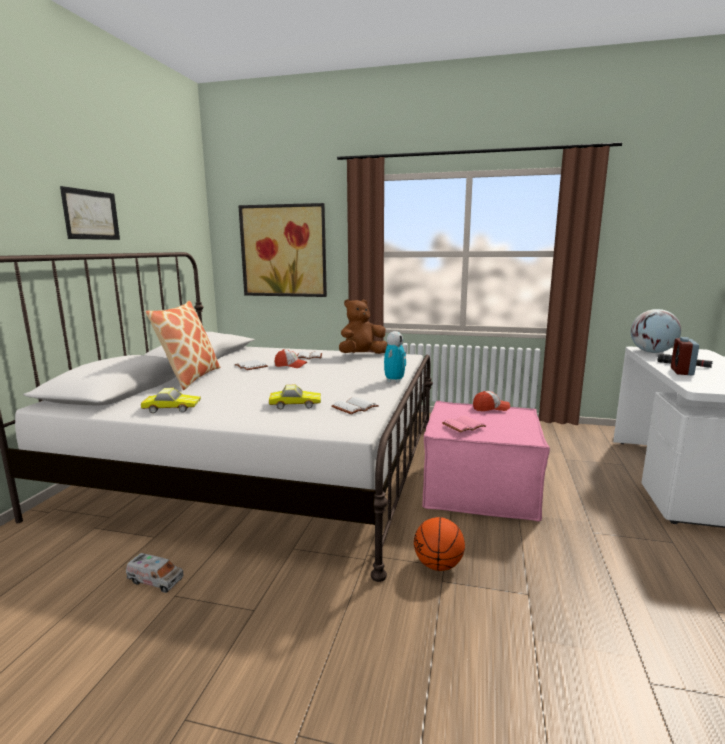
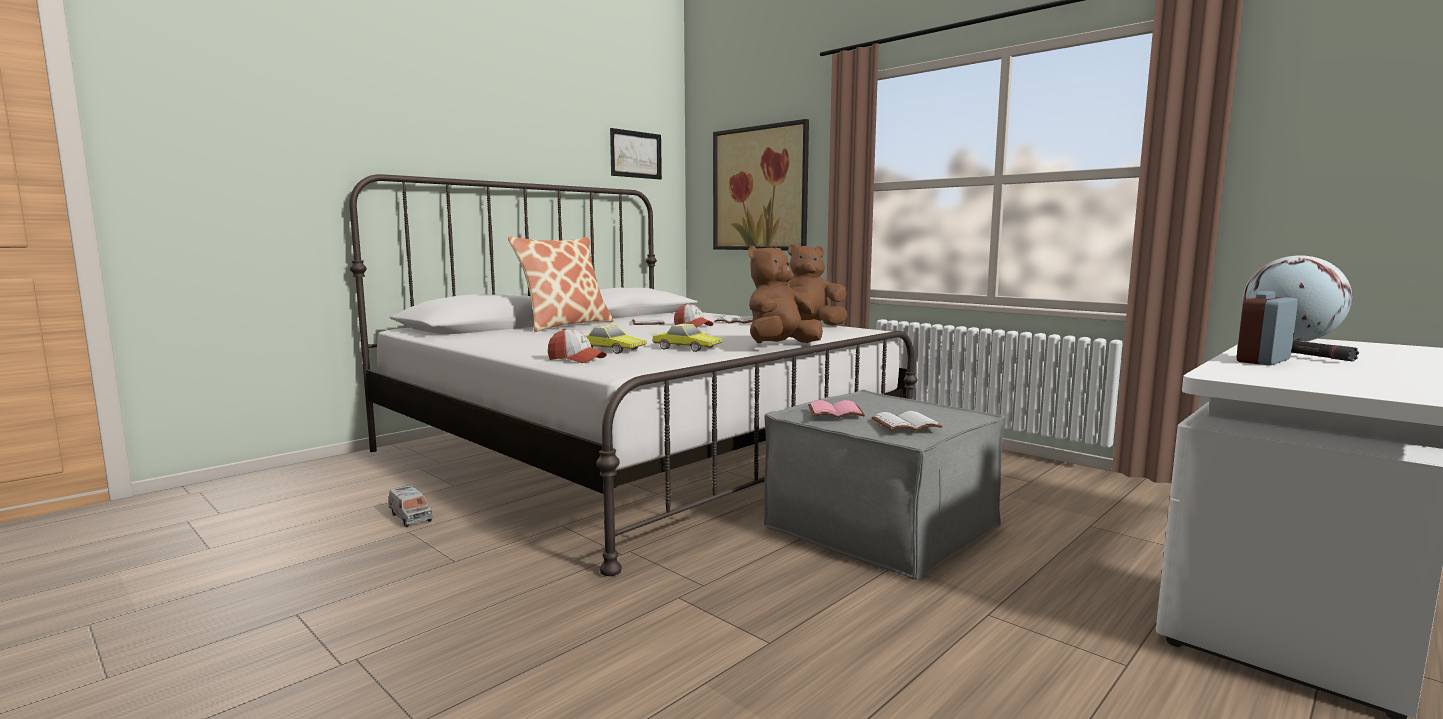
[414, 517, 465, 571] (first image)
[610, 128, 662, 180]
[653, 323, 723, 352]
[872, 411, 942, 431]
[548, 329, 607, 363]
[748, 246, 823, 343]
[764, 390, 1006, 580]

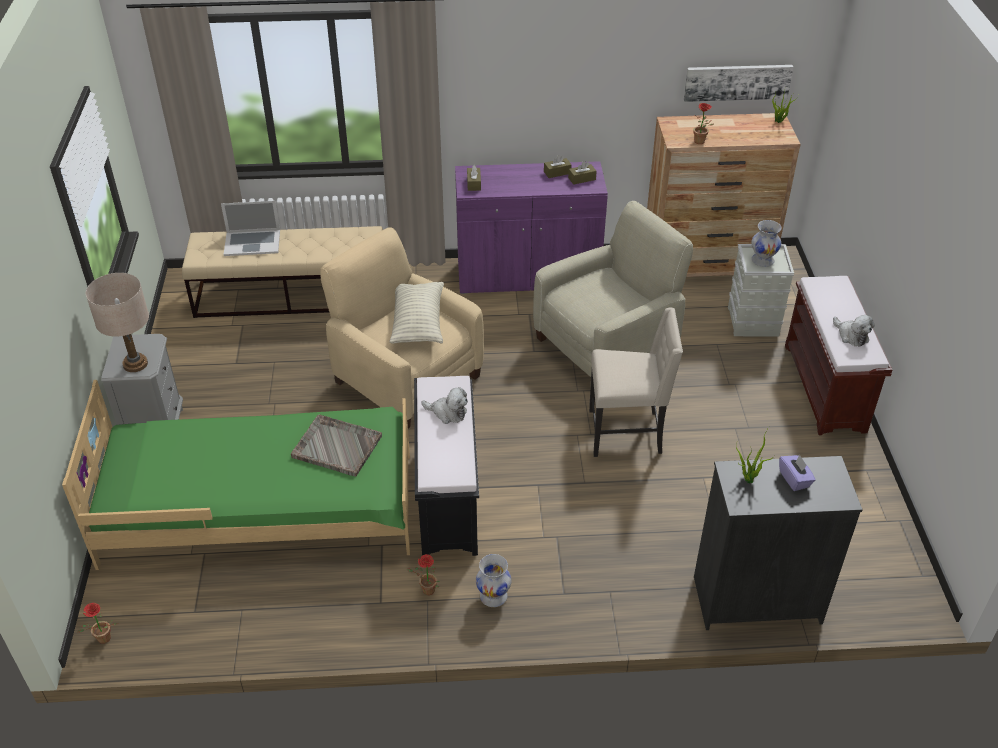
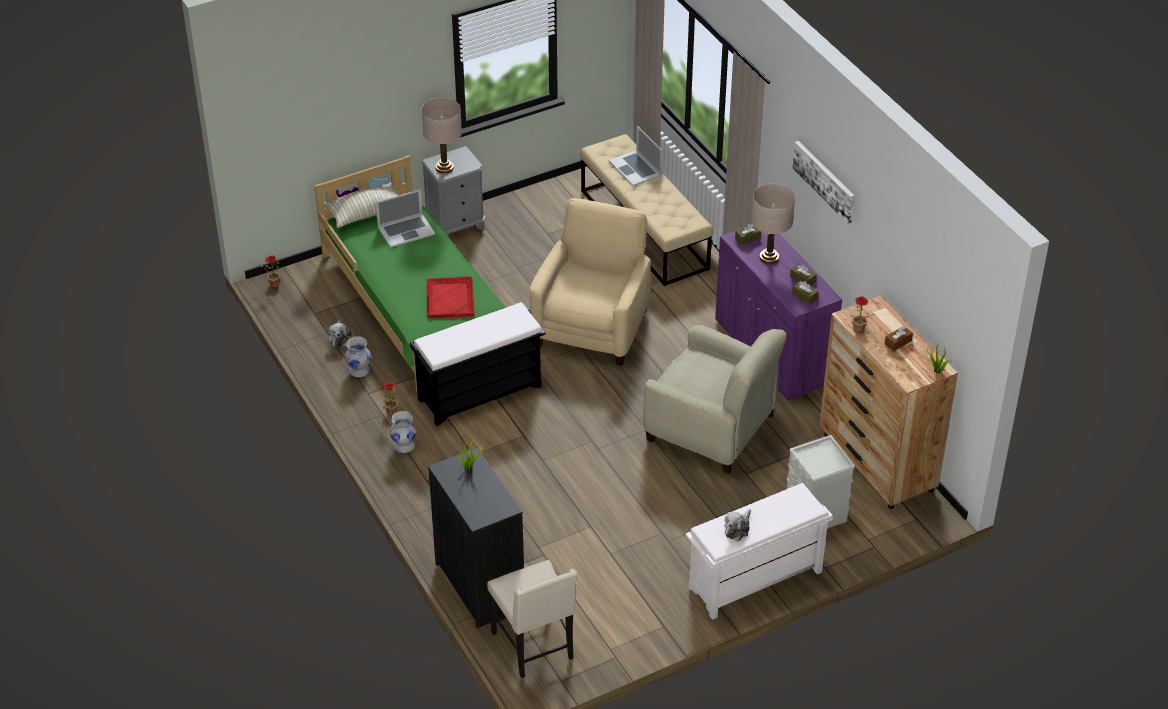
[779, 455, 816, 491] (first image)
[376, 189, 435, 248]
[751, 184, 795, 264]
[885, 326, 913, 351]
[324, 182, 398, 228]
[328, 320, 352, 347]
[487, 560, 577, 678]
[792, 141, 855, 224]
[345, 336, 371, 377]
[426, 276, 474, 318]
[686, 483, 833, 620]

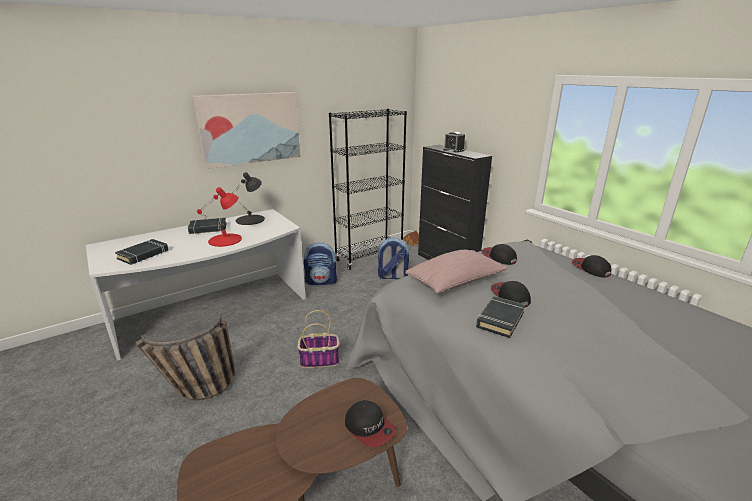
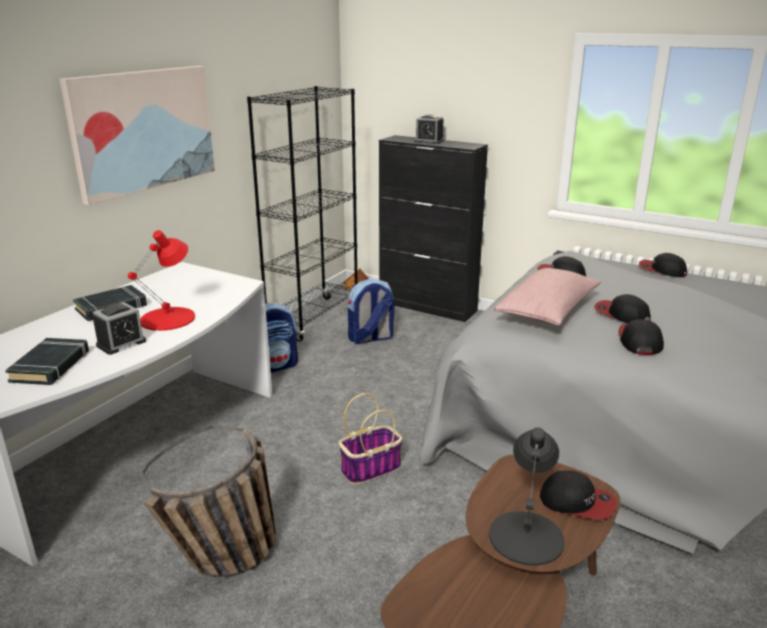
[92, 302, 146, 355]
[489, 427, 565, 565]
[619, 319, 664, 355]

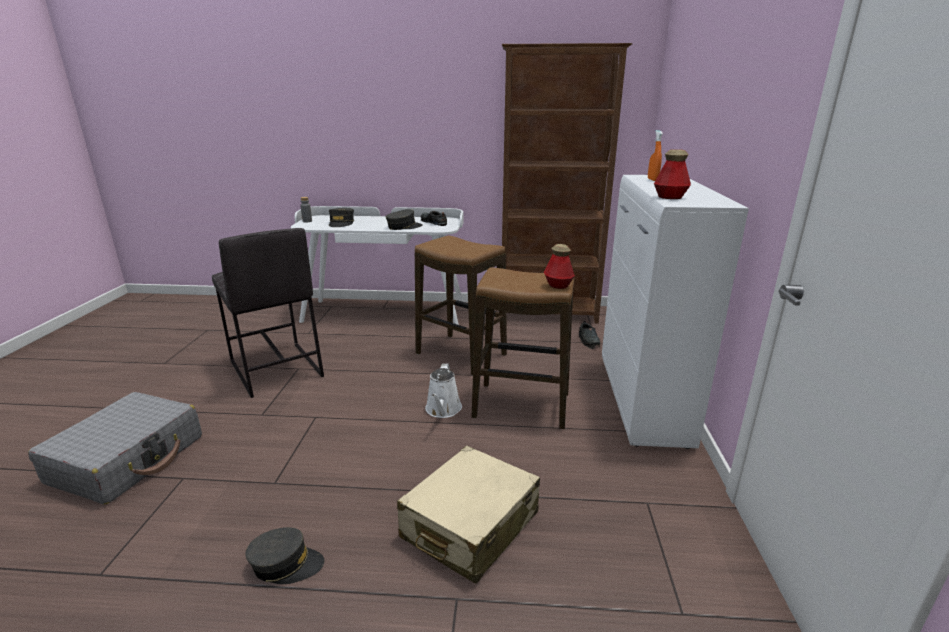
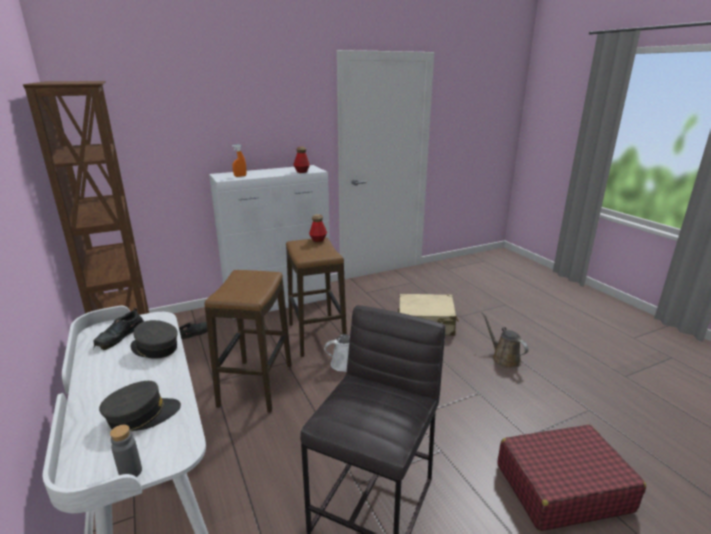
[482, 312, 529, 368]
[497, 424, 646, 531]

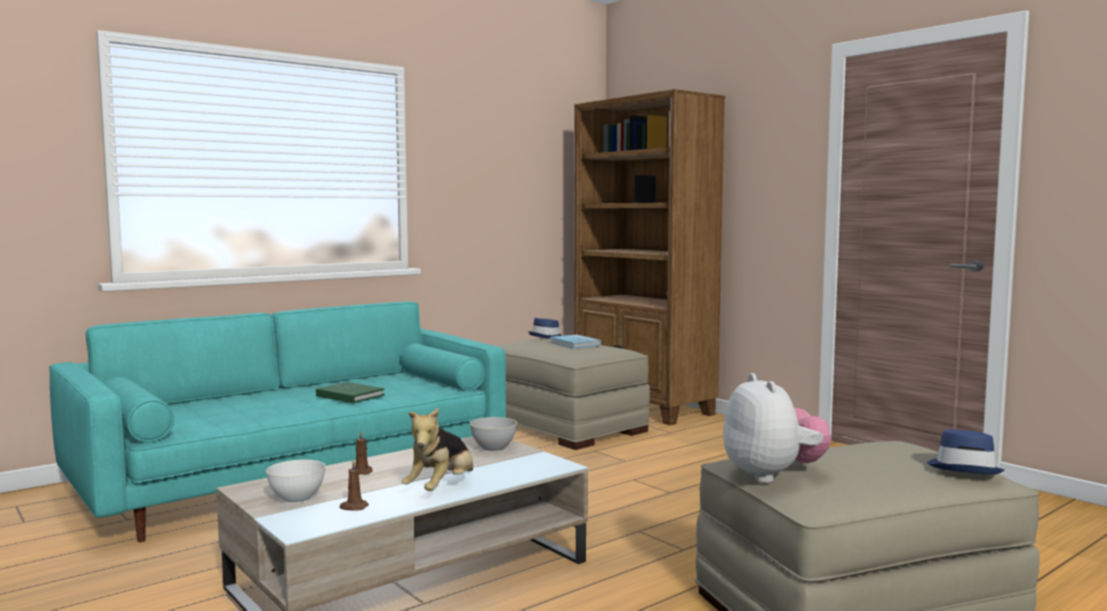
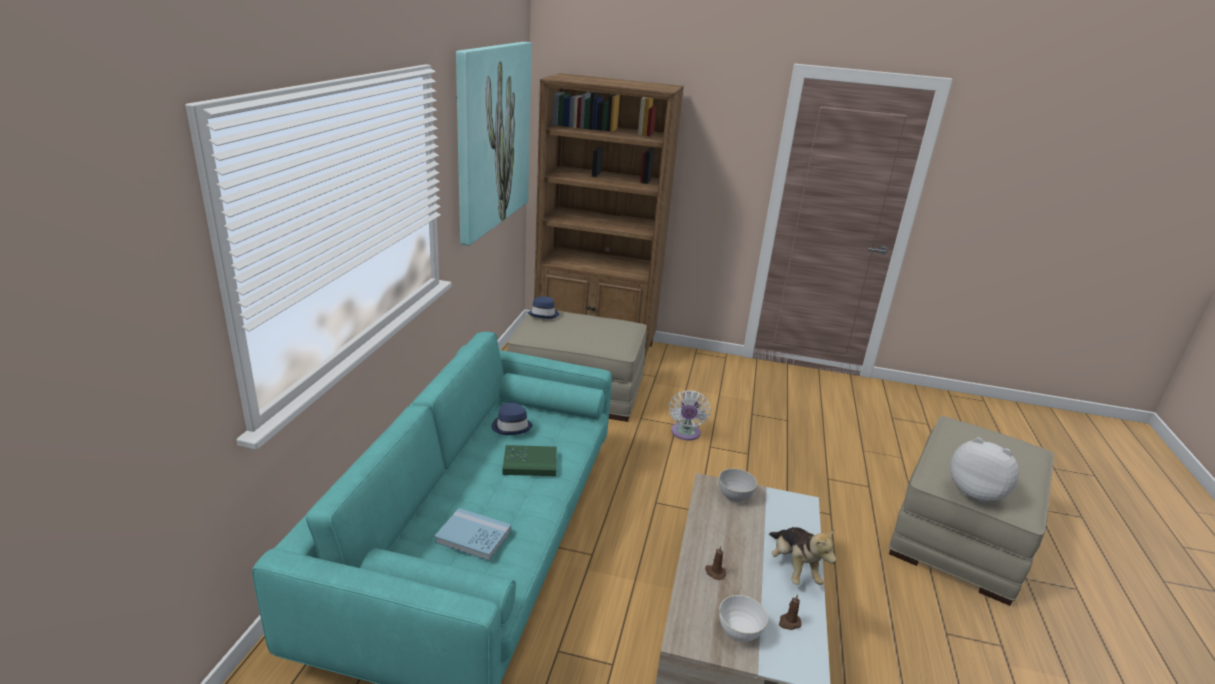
[456, 42, 532, 246]
[669, 390, 711, 440]
[434, 508, 511, 561]
[491, 403, 533, 435]

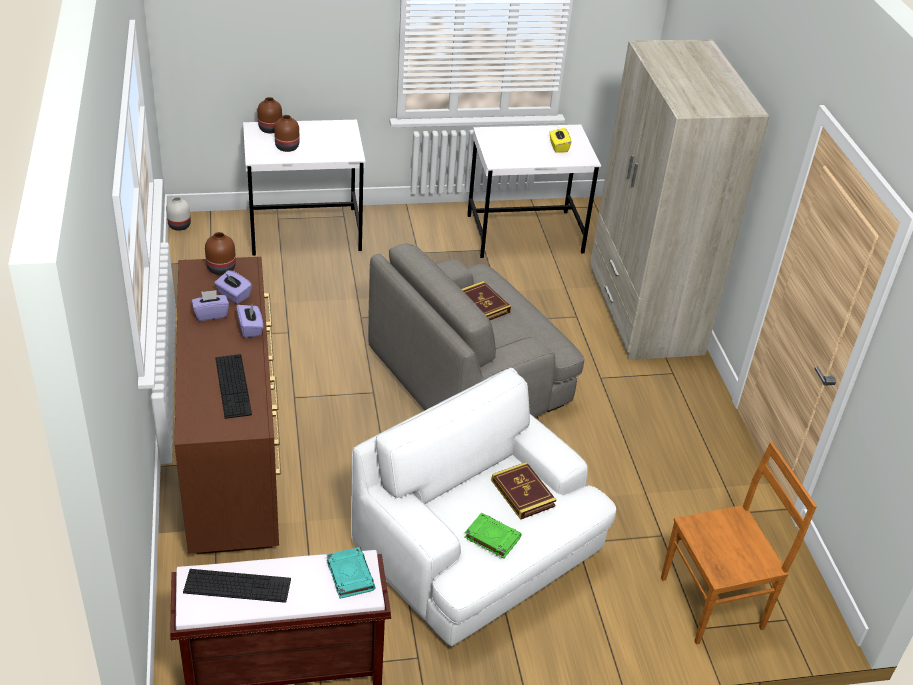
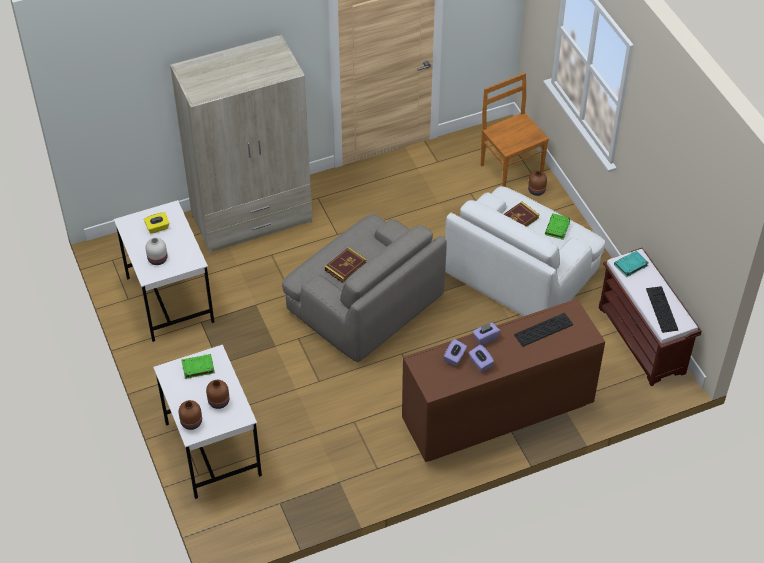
[182, 354, 215, 379]
[146, 238, 168, 265]
[528, 171, 547, 196]

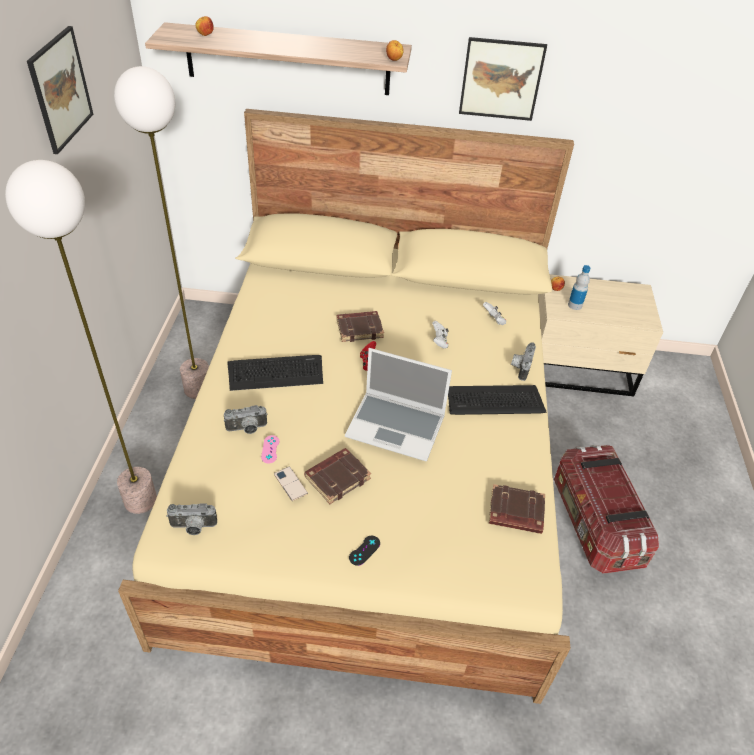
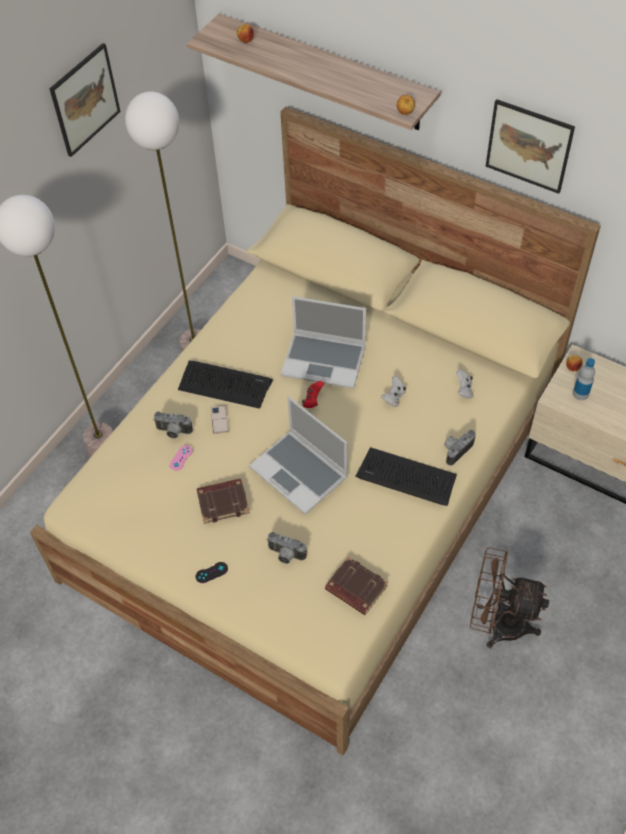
[267, 532, 307, 564]
[211, 405, 228, 434]
[281, 296, 366, 389]
[470, 547, 549, 648]

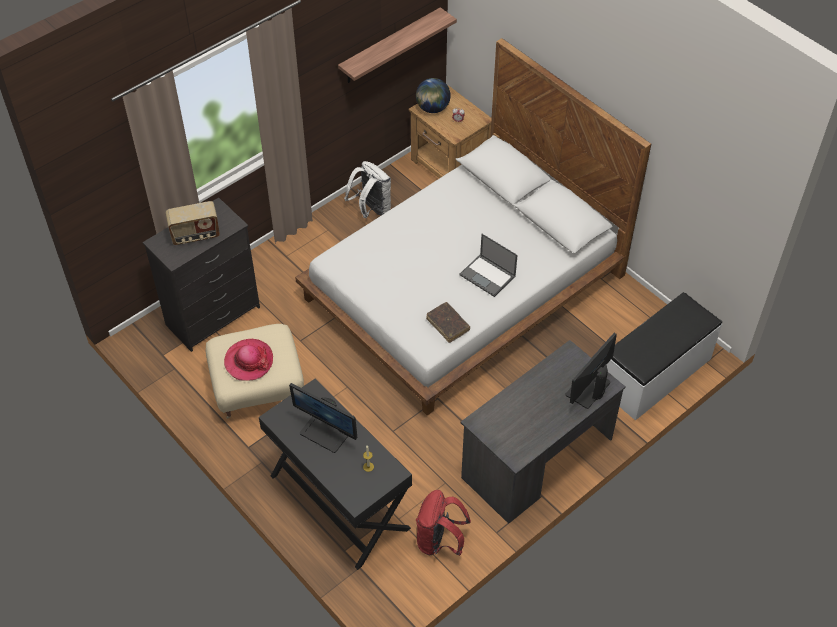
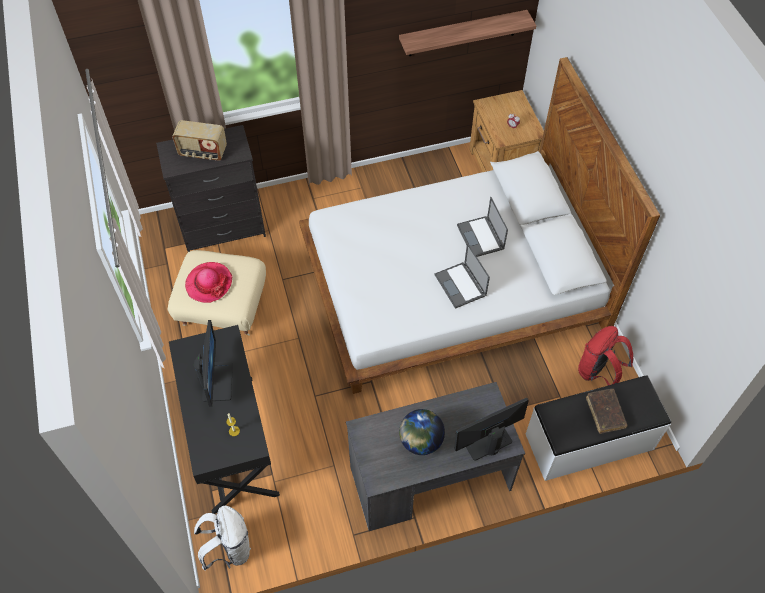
[457, 197, 508, 257]
[194, 506, 251, 571]
[399, 409, 445, 455]
[578, 326, 633, 385]
[586, 389, 628, 434]
[194, 320, 233, 407]

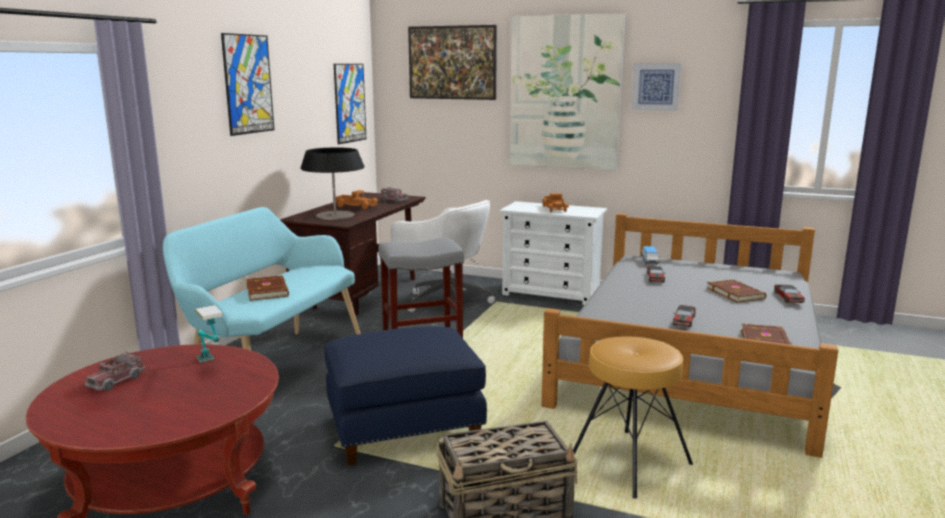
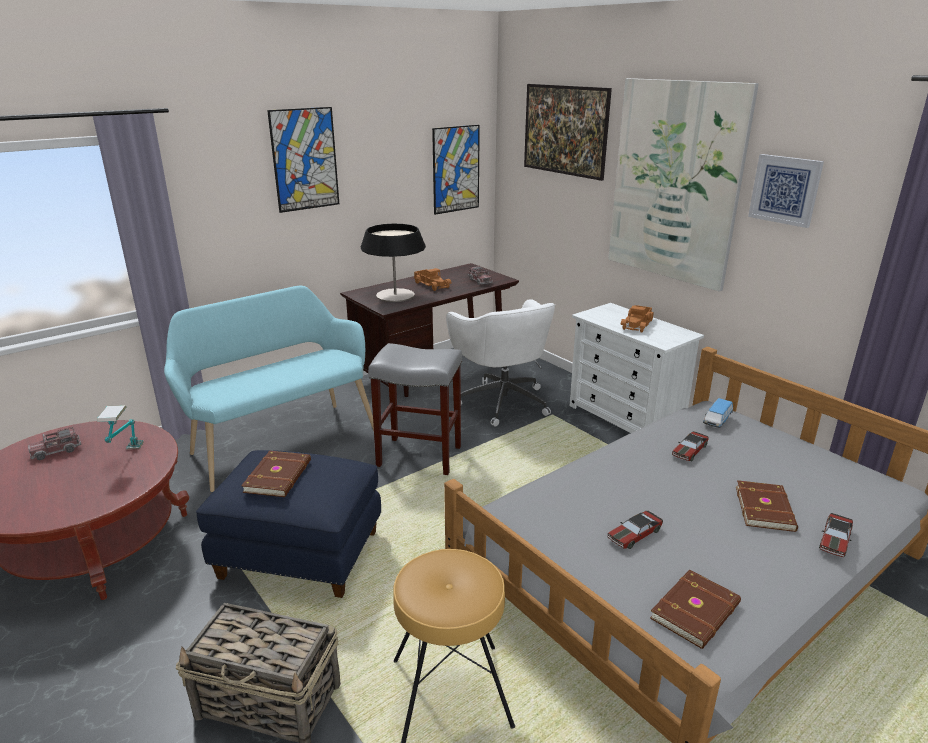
[241, 451, 311, 497]

